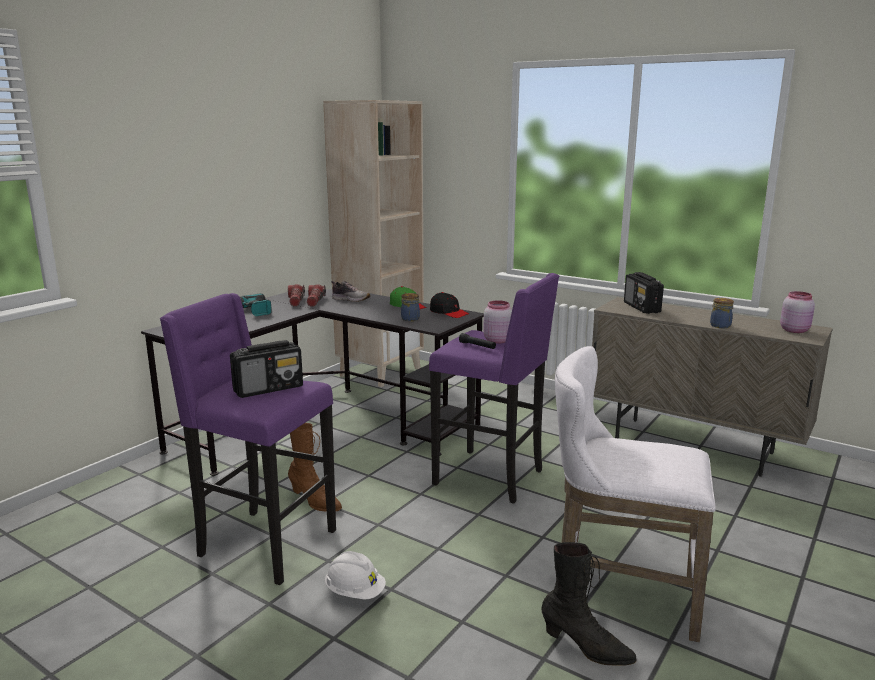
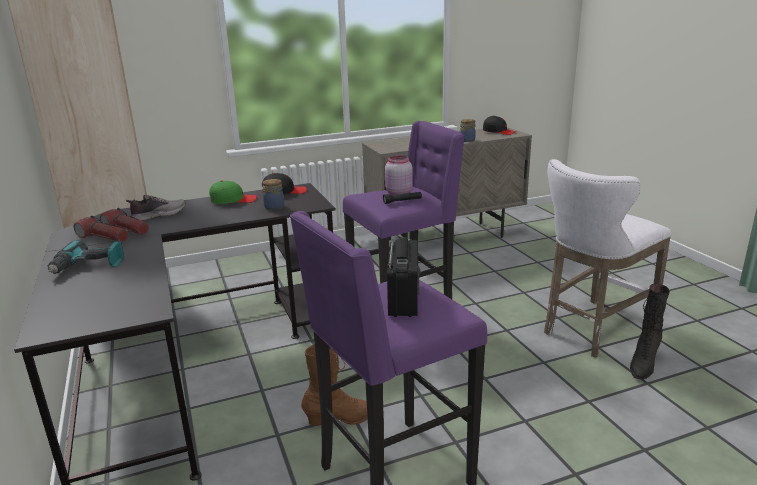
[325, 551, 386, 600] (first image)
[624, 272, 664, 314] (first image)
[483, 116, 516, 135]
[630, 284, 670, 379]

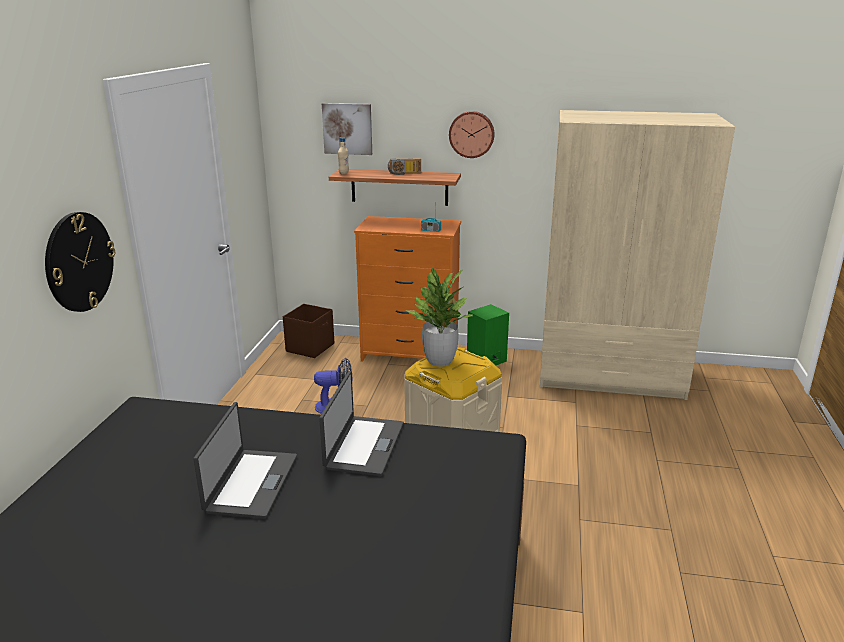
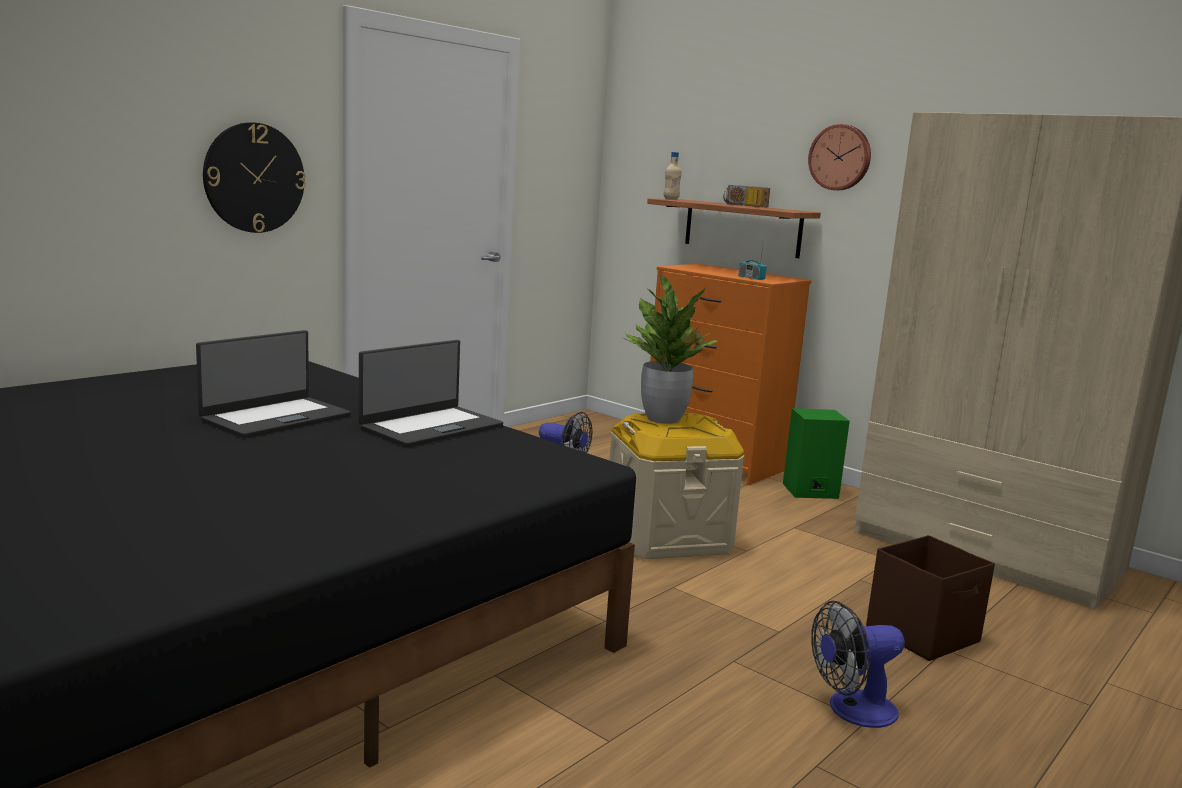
[322, 103, 372, 155] (first image)
[811, 601, 905, 728]
[866, 535, 995, 661]

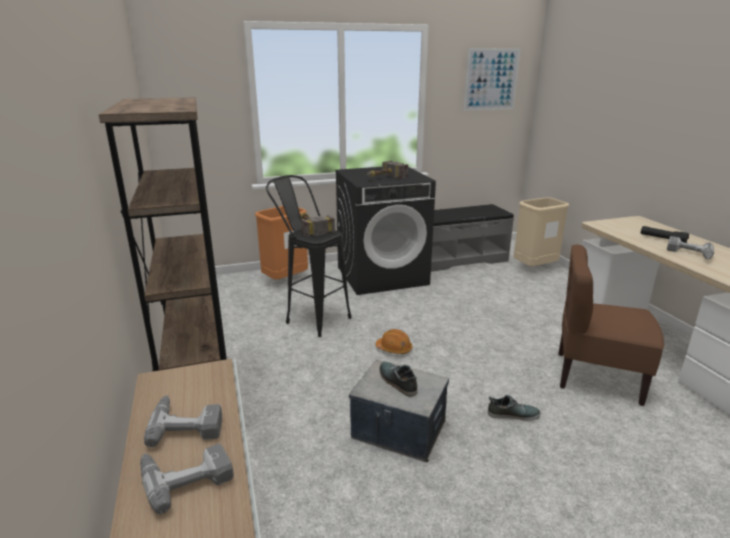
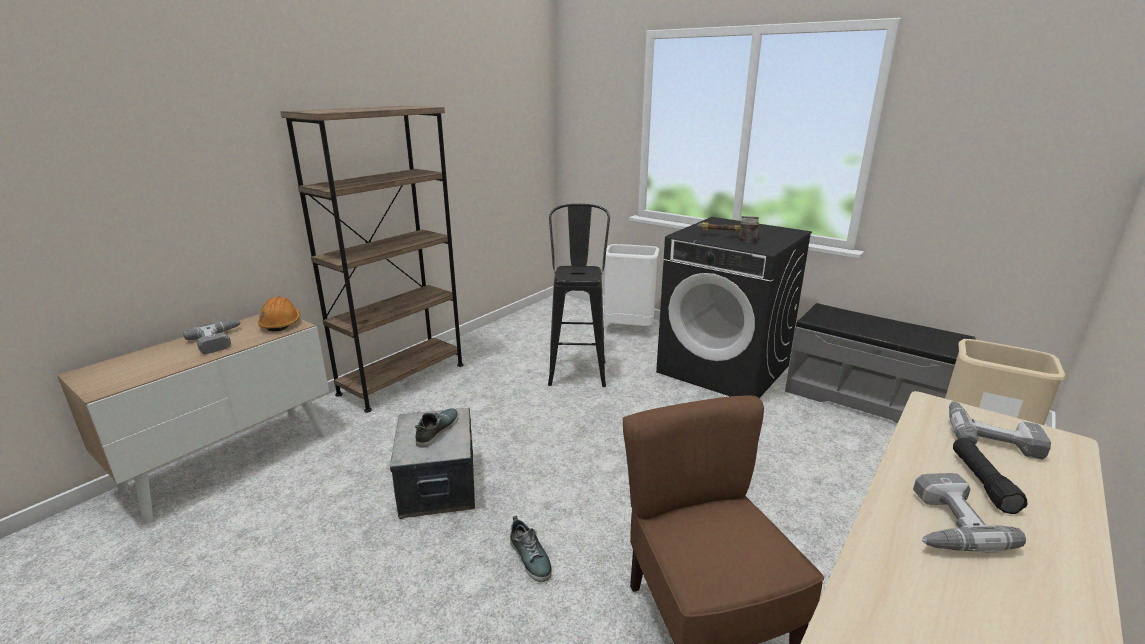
[300, 213, 335, 237] (first image)
[463, 48, 520, 111] (first image)
[949, 401, 1051, 460]
[258, 296, 300, 331]
[604, 244, 659, 326]

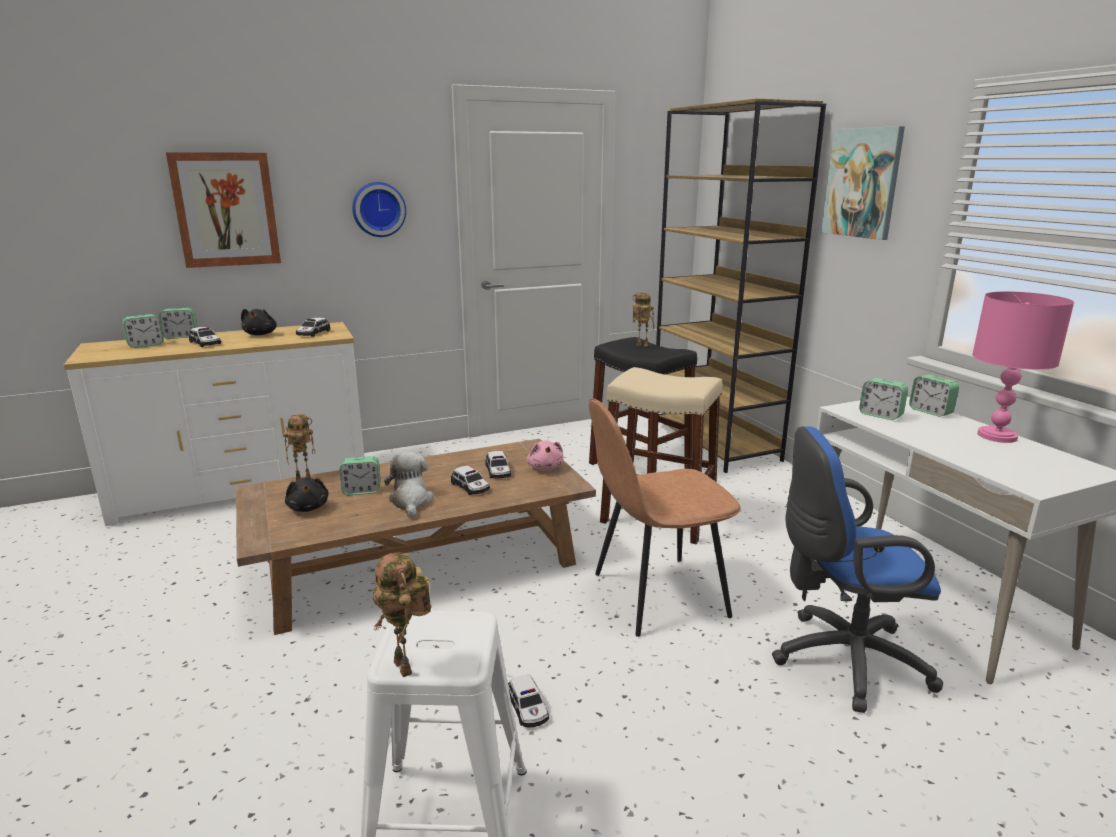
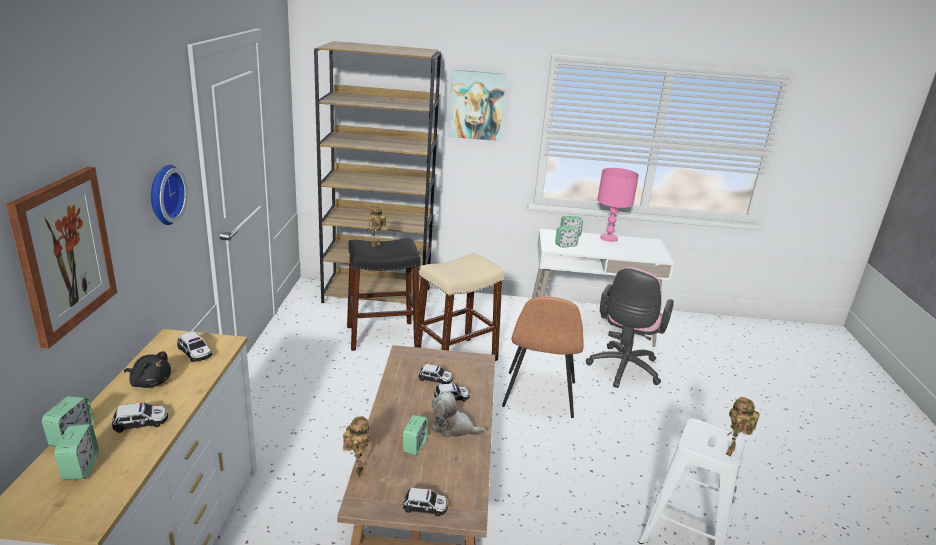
[285, 477, 329, 512] (first image)
[527, 441, 563, 471] (first image)
[403, 488, 448, 516]
[586, 267, 674, 388]
[726, 397, 760, 456]

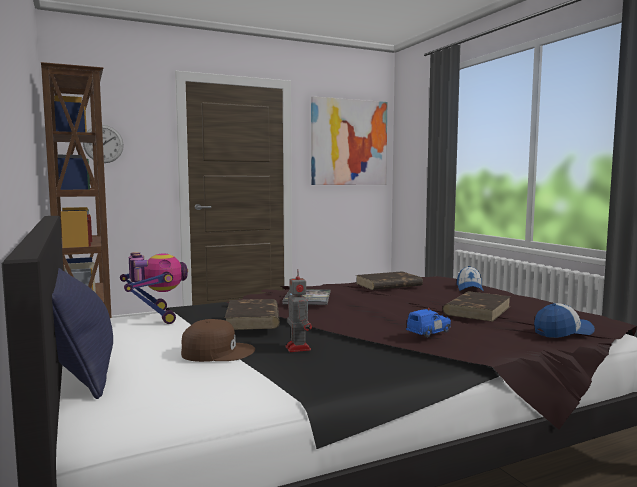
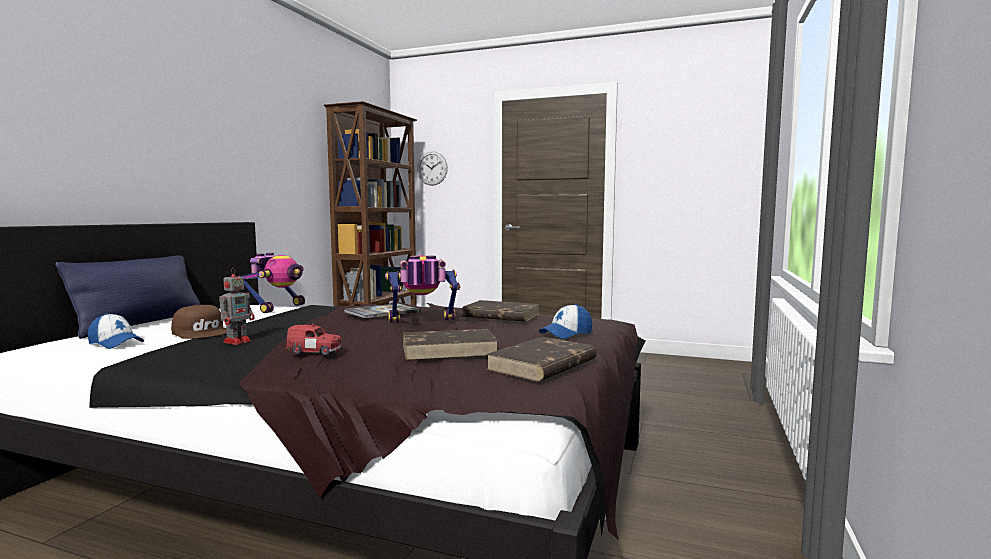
[311, 96, 387, 185] (first image)
[385, 255, 461, 323]
[486, 337, 597, 382]
[88, 313, 144, 349]
[286, 324, 341, 356]

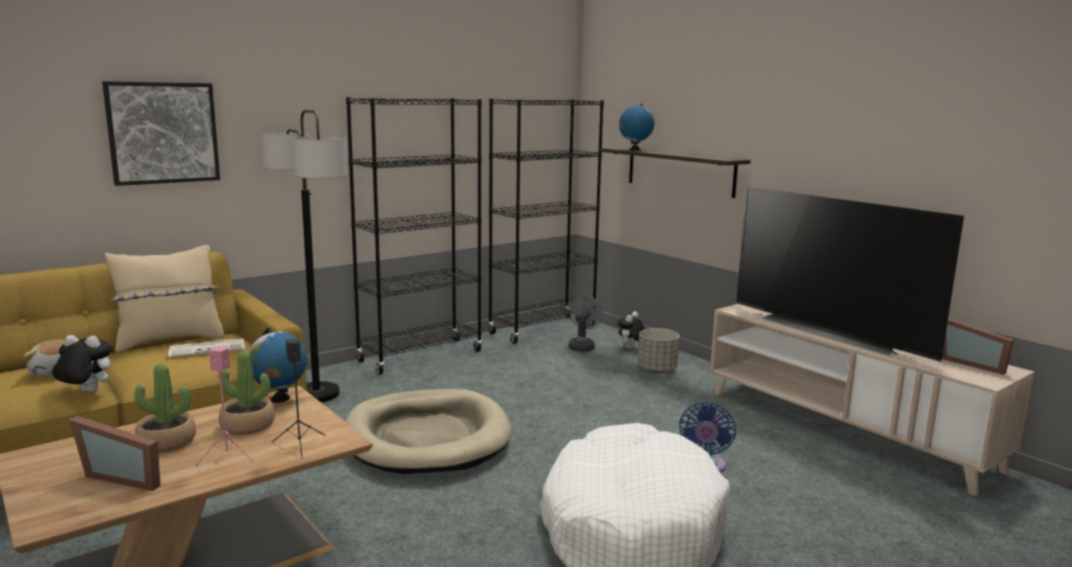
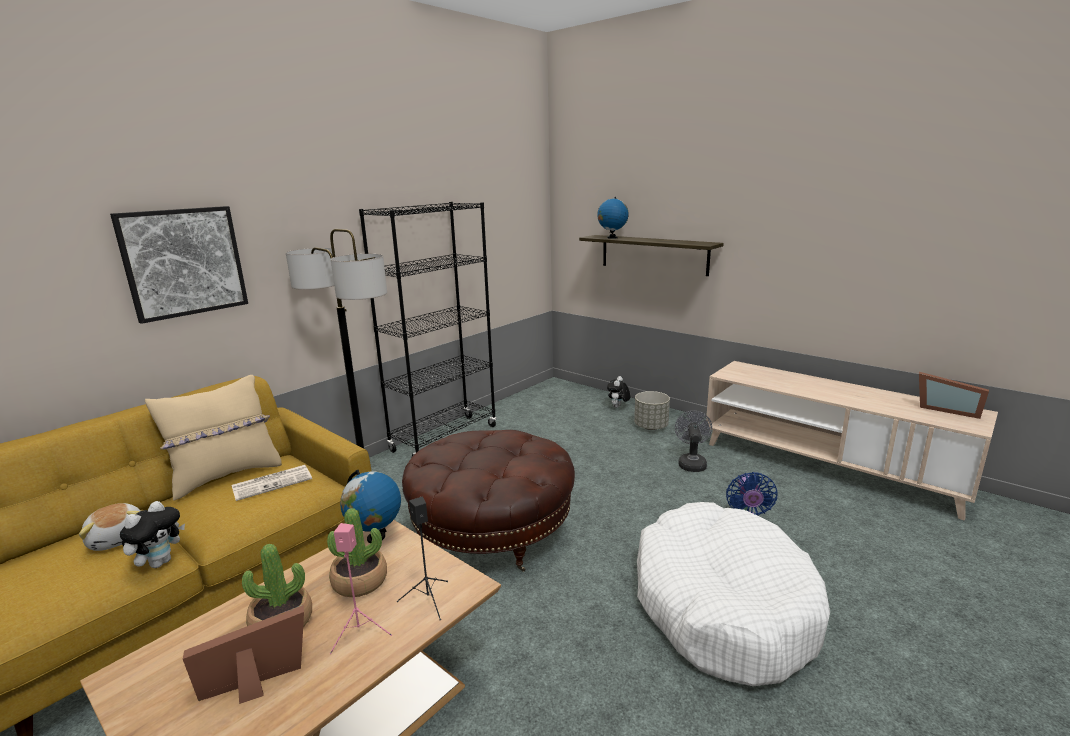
[488, 99, 604, 344] (first image)
[736, 186, 964, 362] (first image)
[675, 411, 712, 472]
[402, 430, 575, 572]
[120, 501, 185, 568]
[183, 605, 304, 704]

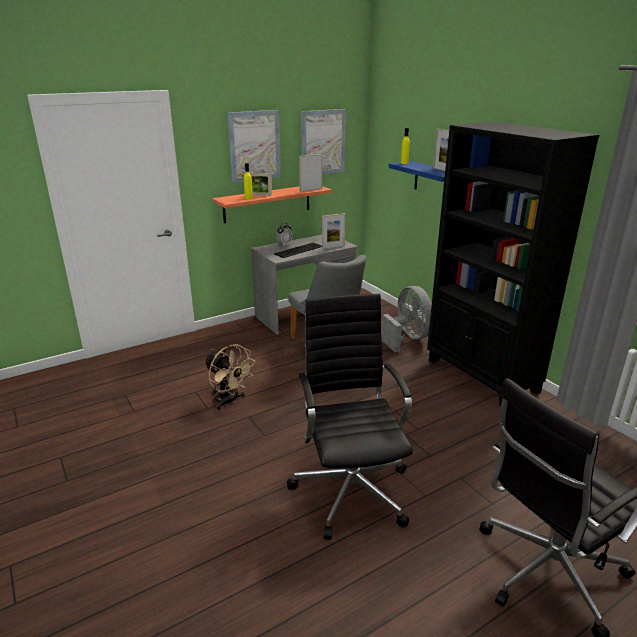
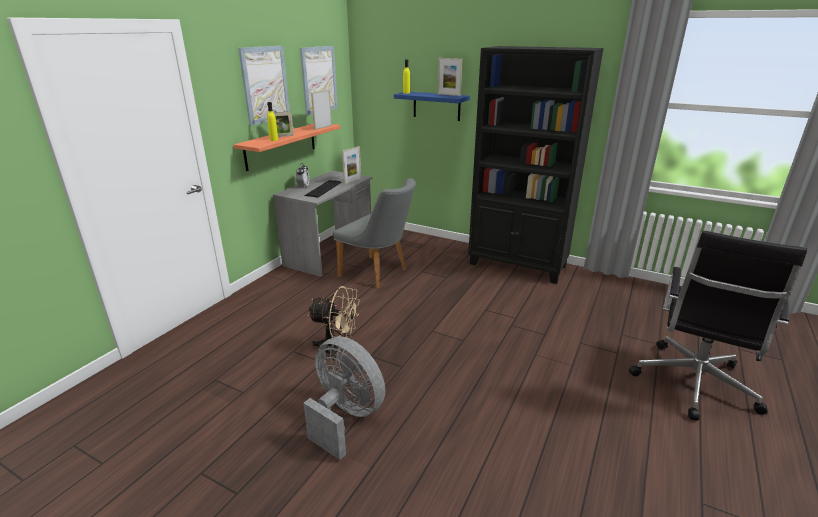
[287, 294, 413, 540] (first image)
[303, 336, 385, 460]

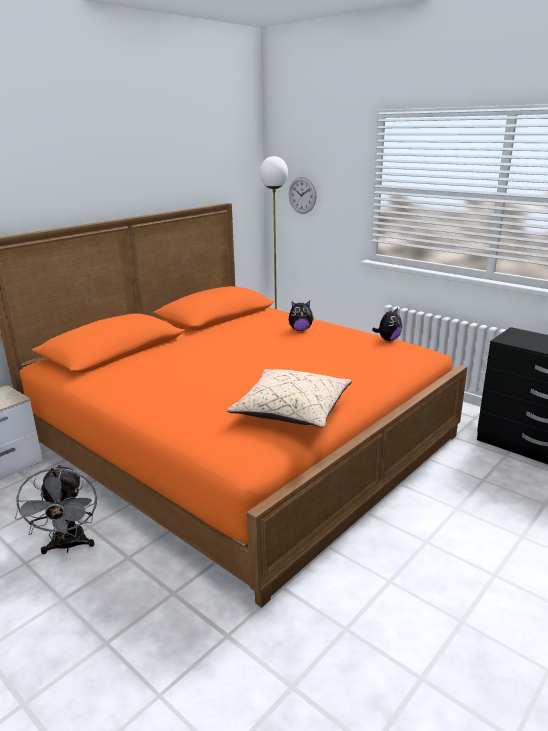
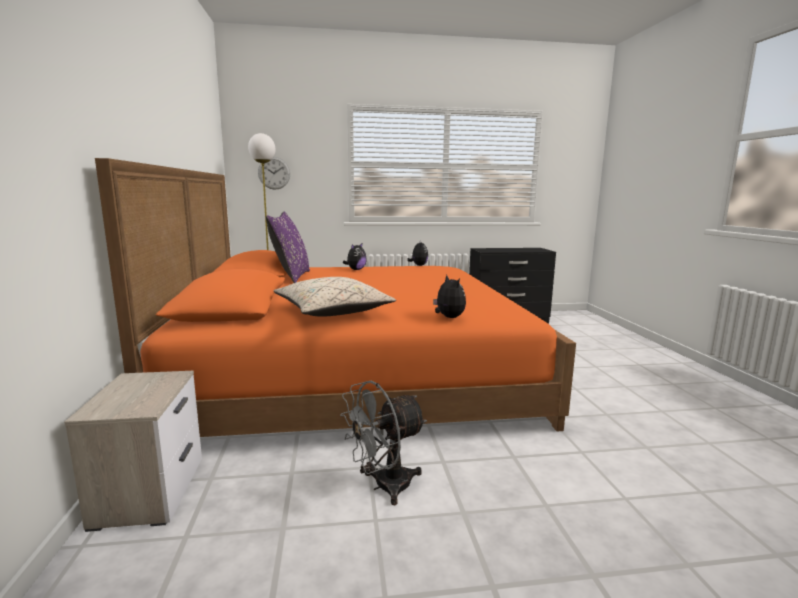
[266, 211, 310, 283]
[433, 275, 466, 318]
[274, 277, 396, 317]
[340, 380, 427, 505]

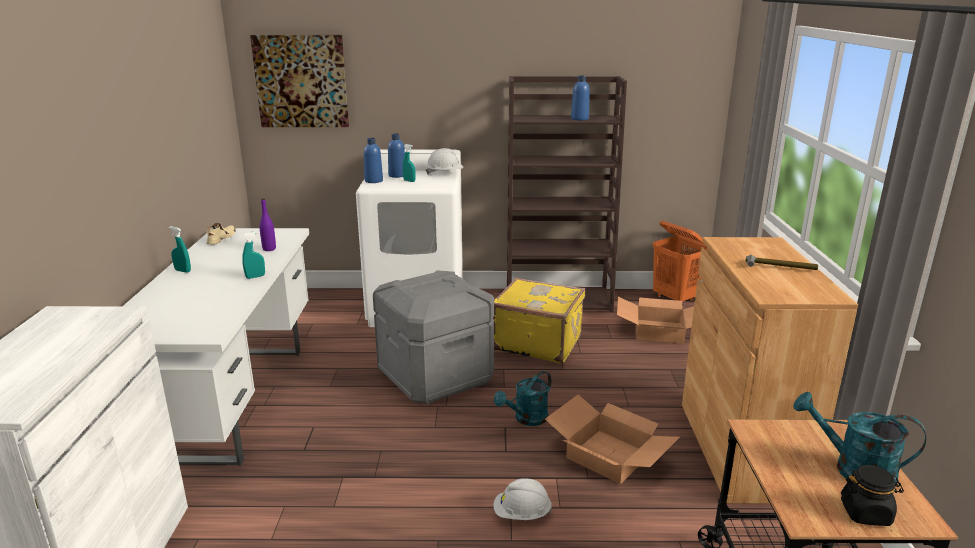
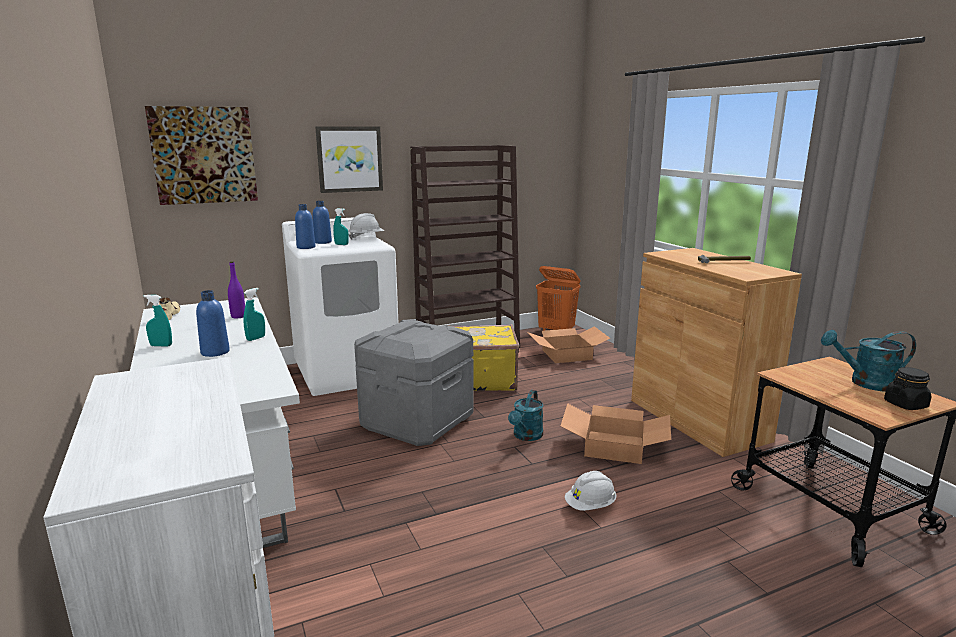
[315, 126, 383, 193]
[196, 290, 230, 357]

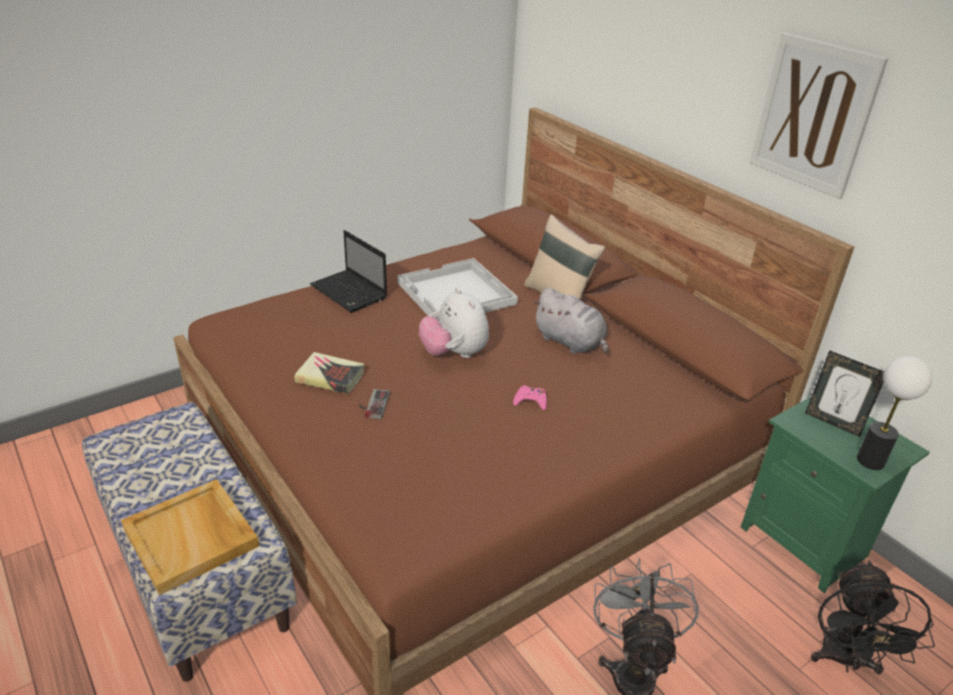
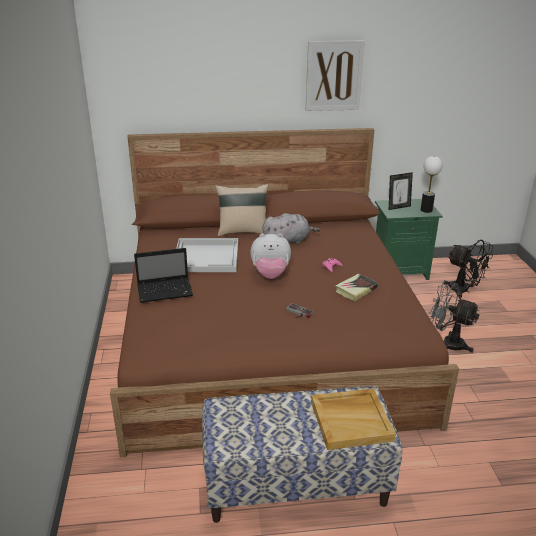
[335, 274, 378, 301]

